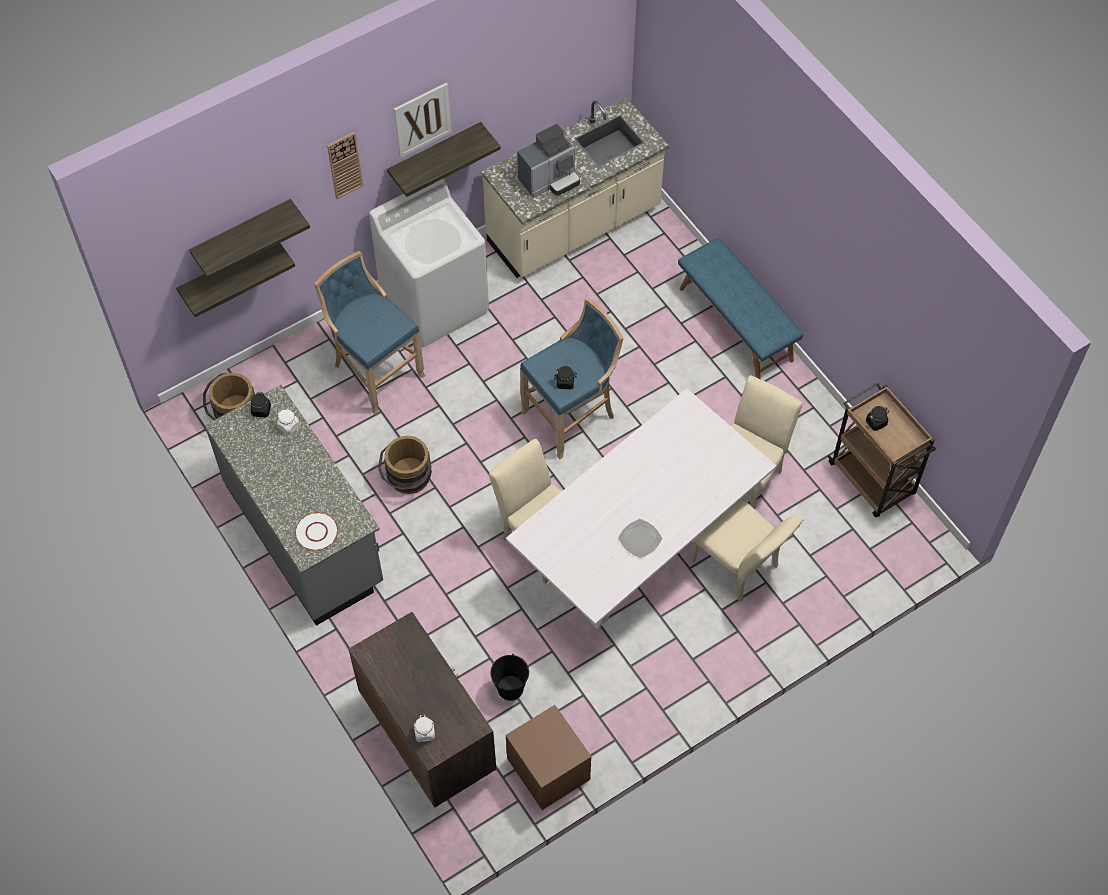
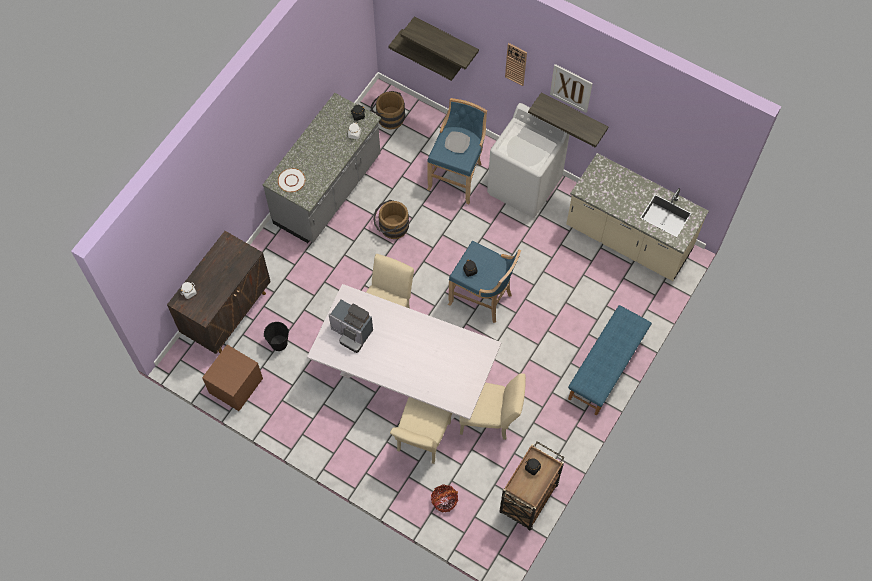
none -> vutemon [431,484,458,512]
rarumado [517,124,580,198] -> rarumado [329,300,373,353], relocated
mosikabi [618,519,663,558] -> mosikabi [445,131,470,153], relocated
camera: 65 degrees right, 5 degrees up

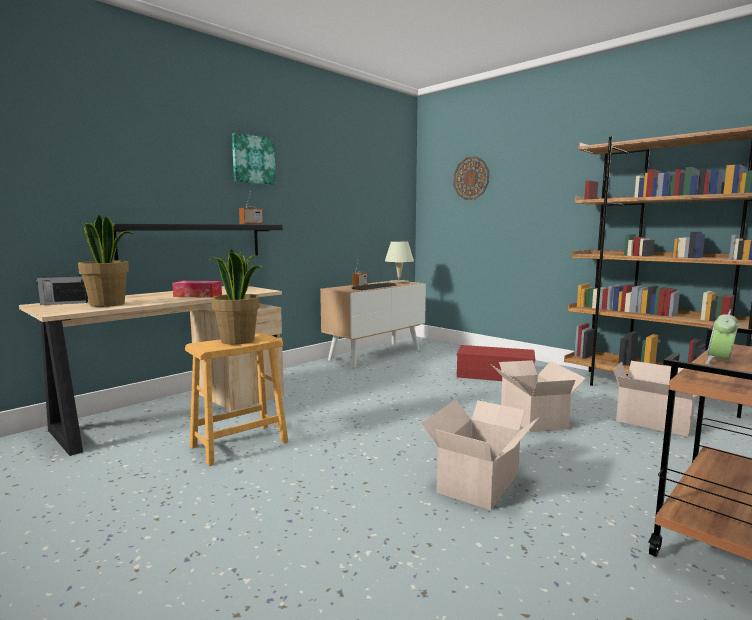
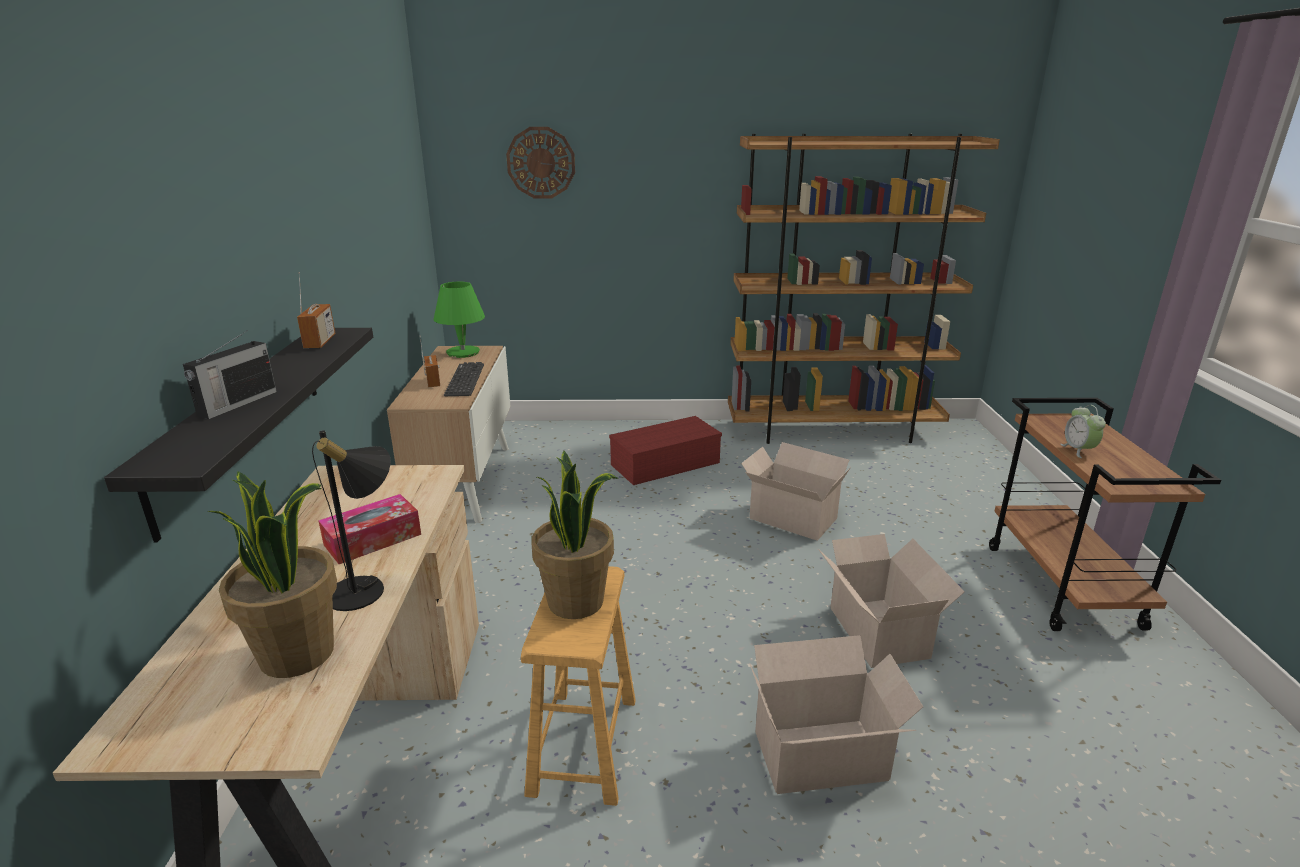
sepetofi [232,133,276,185] -> none
none -> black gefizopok [312,430,391,611]
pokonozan [36,268,88,305] -> pokonozan [183,330,277,419], relocated
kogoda [613,361,698,437] -> kogoda [749,635,923,794], relocated
beige gefizopok [385,241,414,284] -> green gefizopok [434,282,485,358]
camera: 45 degrees left, 15 degrees up

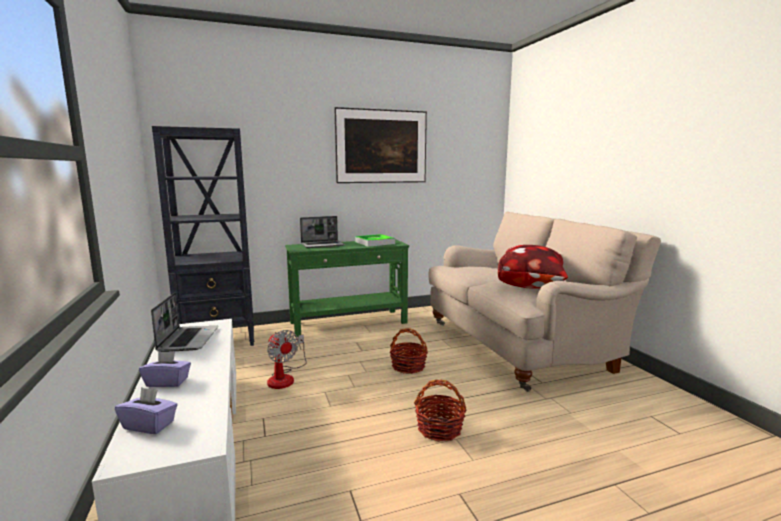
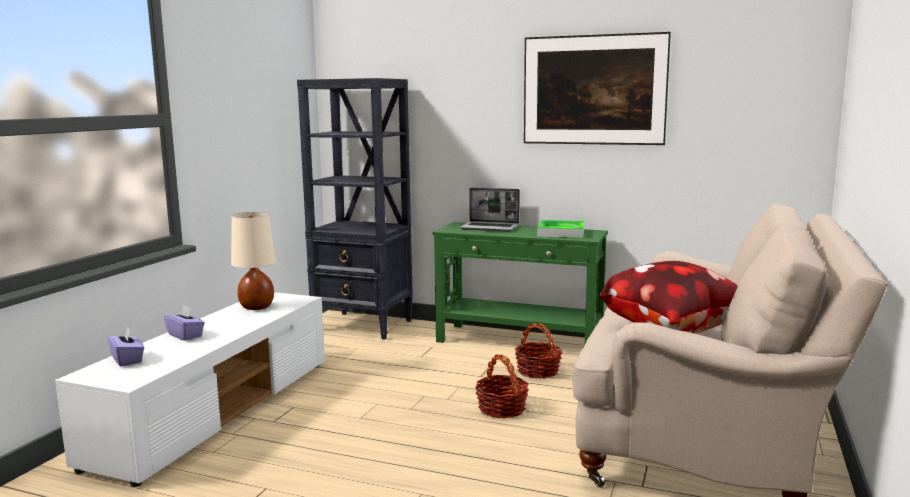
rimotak [267,330,307,389] -> none
vutemon [414,380,466,441] -> vutemon [515,323,562,379], relocated
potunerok [151,292,218,352] -> beige gefizopok [231,212,276,310]
camera: 40 degrees right, 0 degrees up

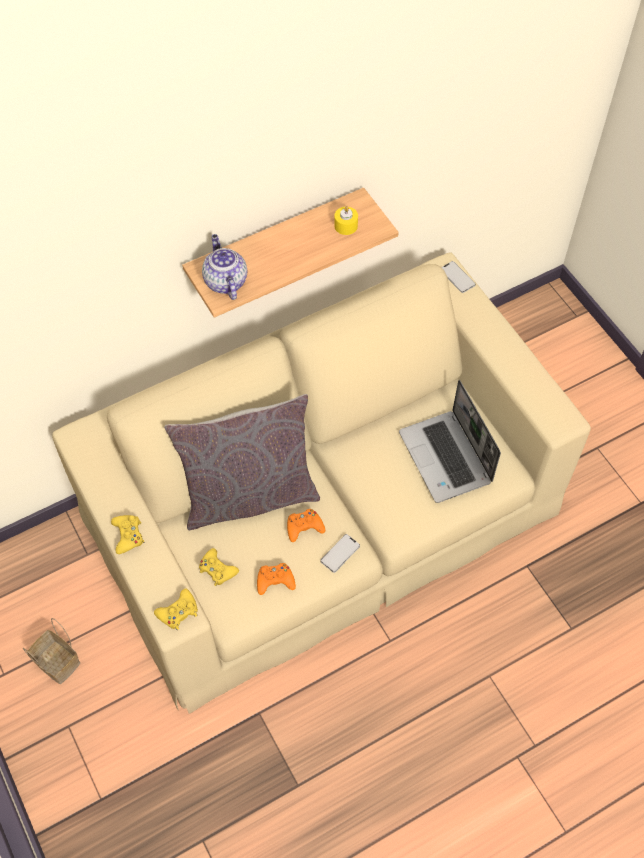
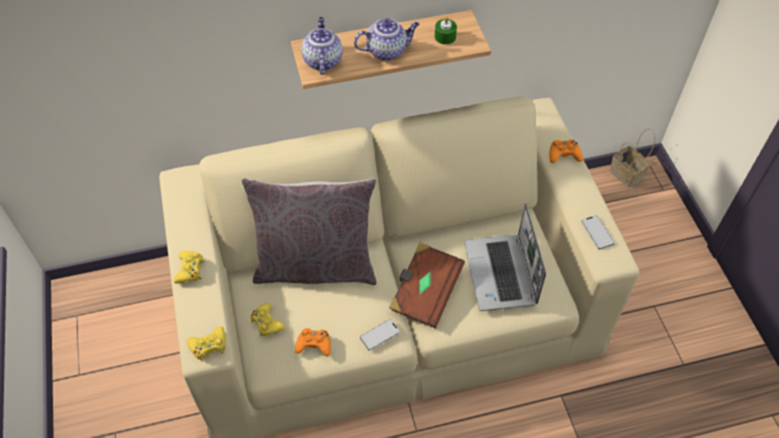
none -> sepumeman [354,18,419,61]
none -> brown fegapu [389,242,465,328]
vutemon [23,618,80,684] -> vutemon [610,129,655,188], relocated
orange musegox [287,509,325,542] -> orange musegox [549,140,583,163], relocated
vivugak [441,261,476,293] -> vivugak [581,215,615,250], relocated
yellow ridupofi [334,206,358,235] -> green ridupofi [435,17,457,45]
camera: 15 degrees right, 5 degrees down

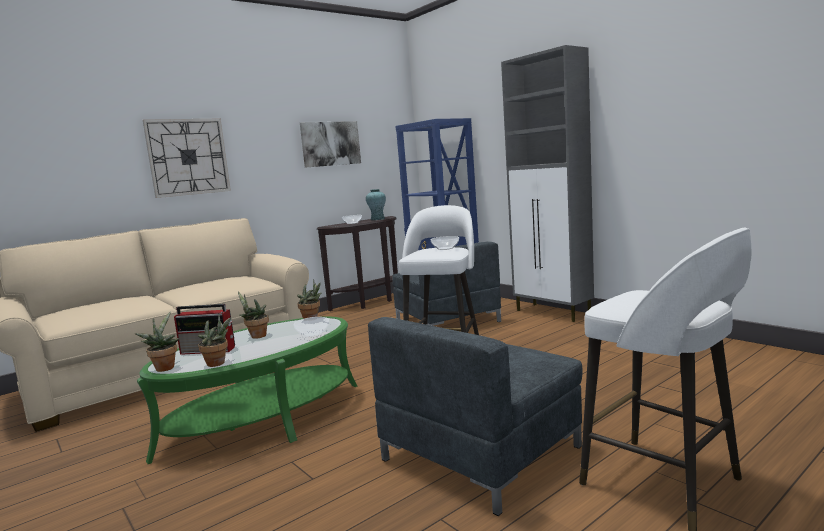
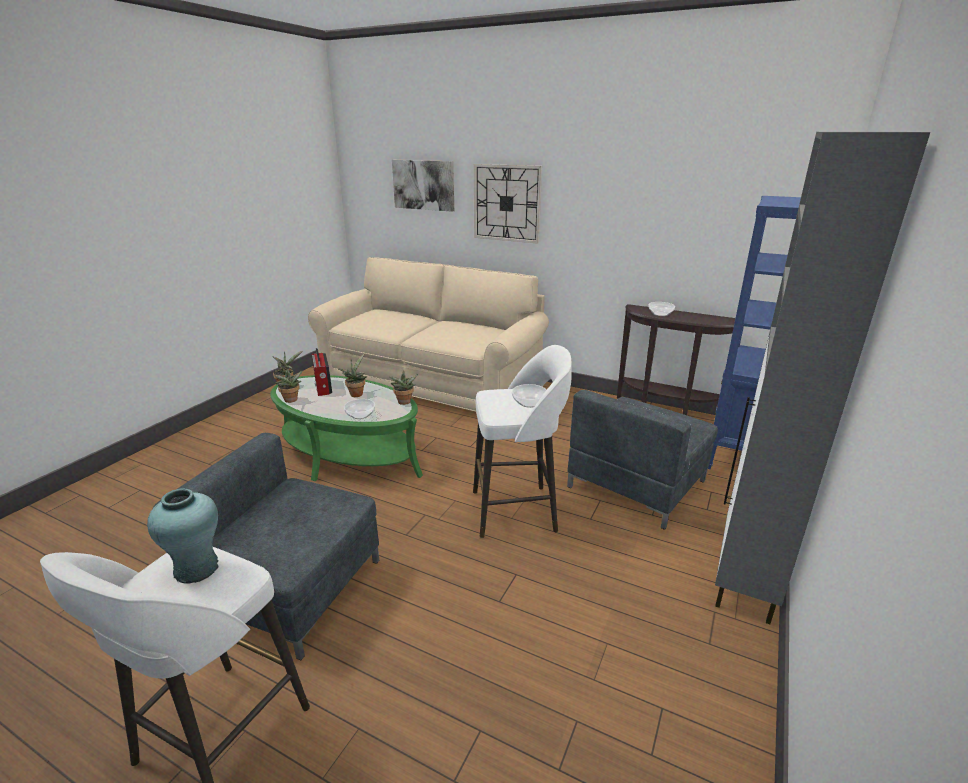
sepetofi [300,121,361,168] -> sepetofi [392,160,454,212], relocated
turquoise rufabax [366,189,386,220] -> turquoise rufabax [147,488,219,584], relocated
camera: 65 degrees right, 15 degrees up

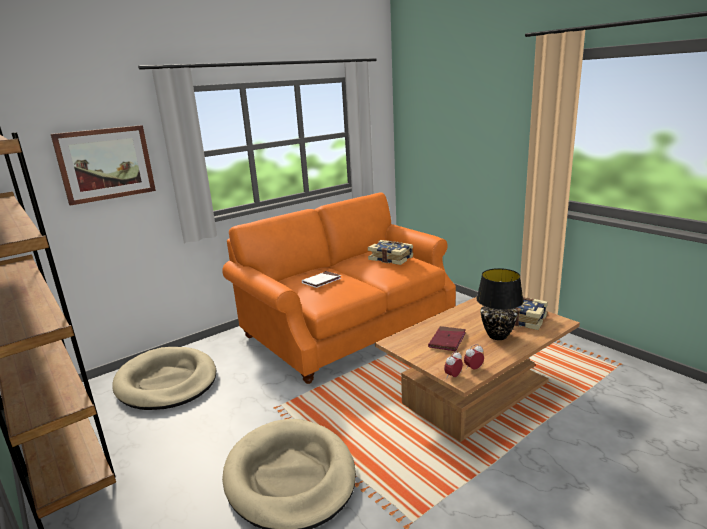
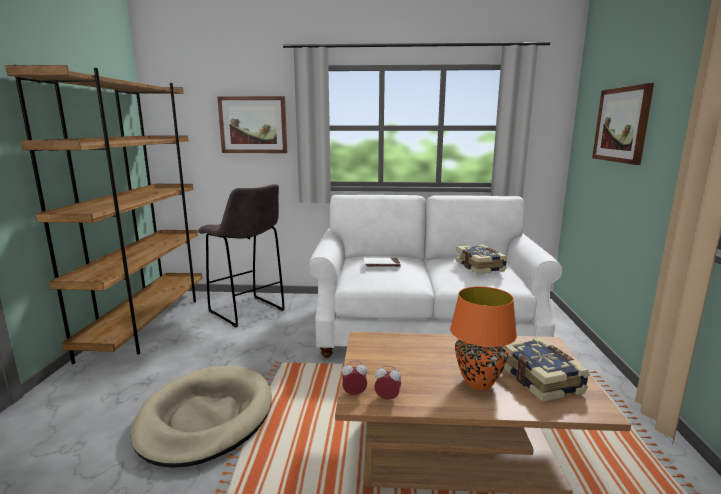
red fegapu [428,326,466,351] -> none
none -> sepetofi [592,83,654,165]
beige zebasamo [112,347,216,410] -> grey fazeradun [198,184,285,328]
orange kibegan [222,192,456,384] -> white kibegan [308,195,562,358]
black gefizopok [476,268,523,340] -> orange gefizopok [450,286,517,390]
camera: 40 degrees right, 5 degrees down

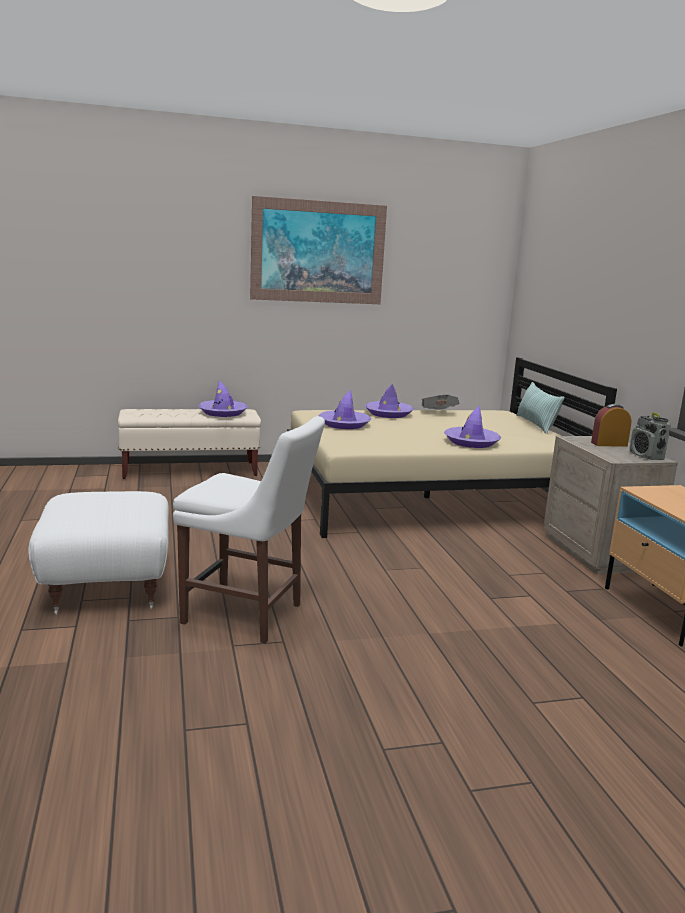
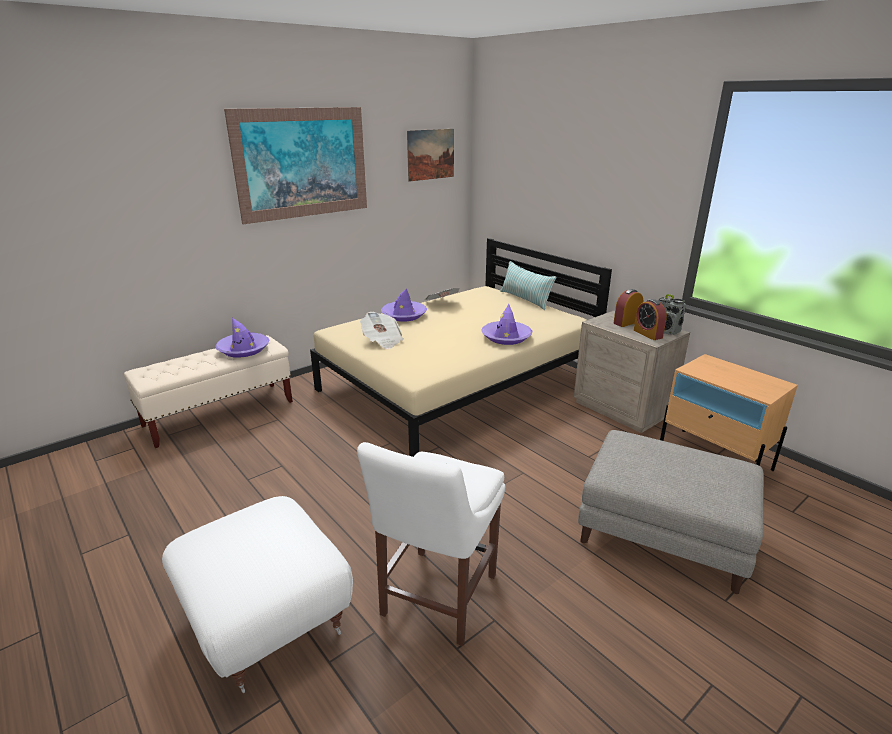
none -> sepetofi [407,129,454,182]
none -> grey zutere [578,430,764,594]
none -> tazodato [634,299,667,340]
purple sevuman [318,390,371,429] -> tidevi [360,312,404,349]
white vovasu [173,416,325,643] -> white vovasu [357,442,505,646], 120 degrees clockwise
camera: 25 degrees left, 10 degrees up

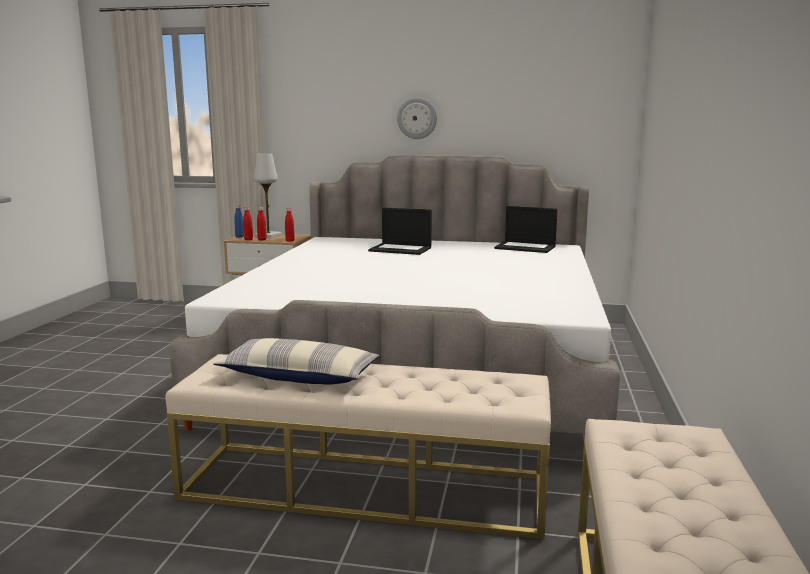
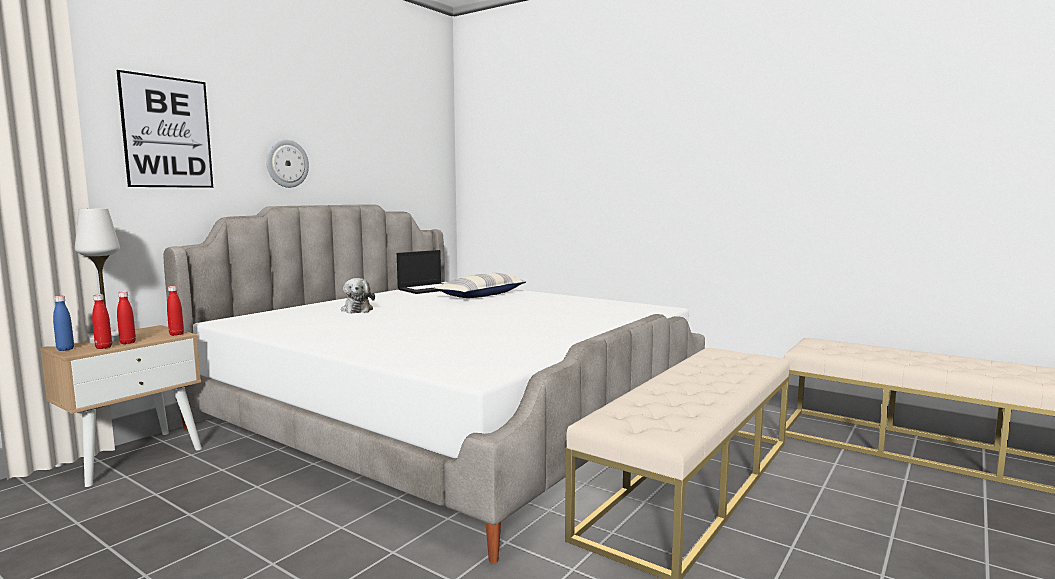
none -> sepetofi [117,70,213,188]
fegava [213,338,379,385] -> fegava [434,273,526,298], relocated
potunerok [368,208,432,255] -> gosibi [341,278,375,313]
camera: 65 degrees left, 5 degrees down

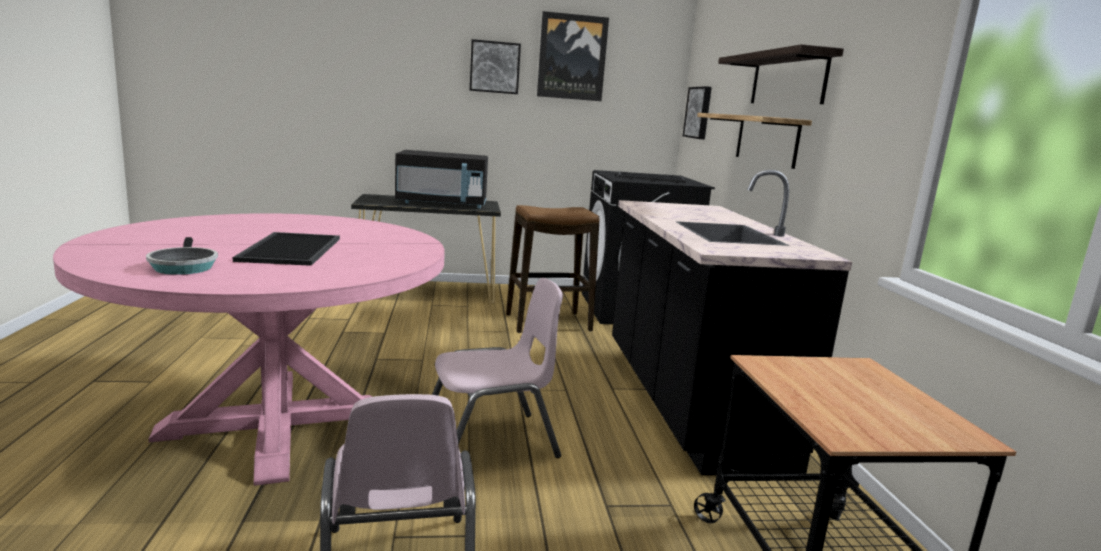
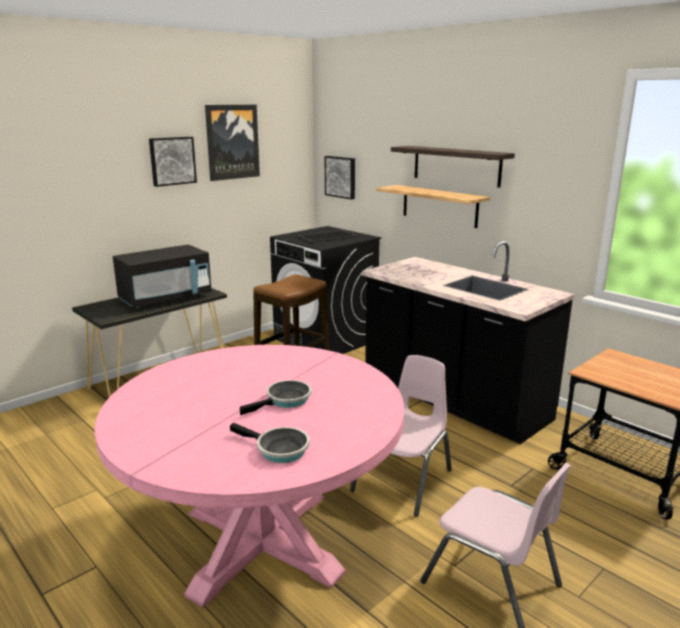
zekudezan [233,232,340,266] -> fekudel [240,380,312,415]
camera: 35 degrees left, 5 degrees up

